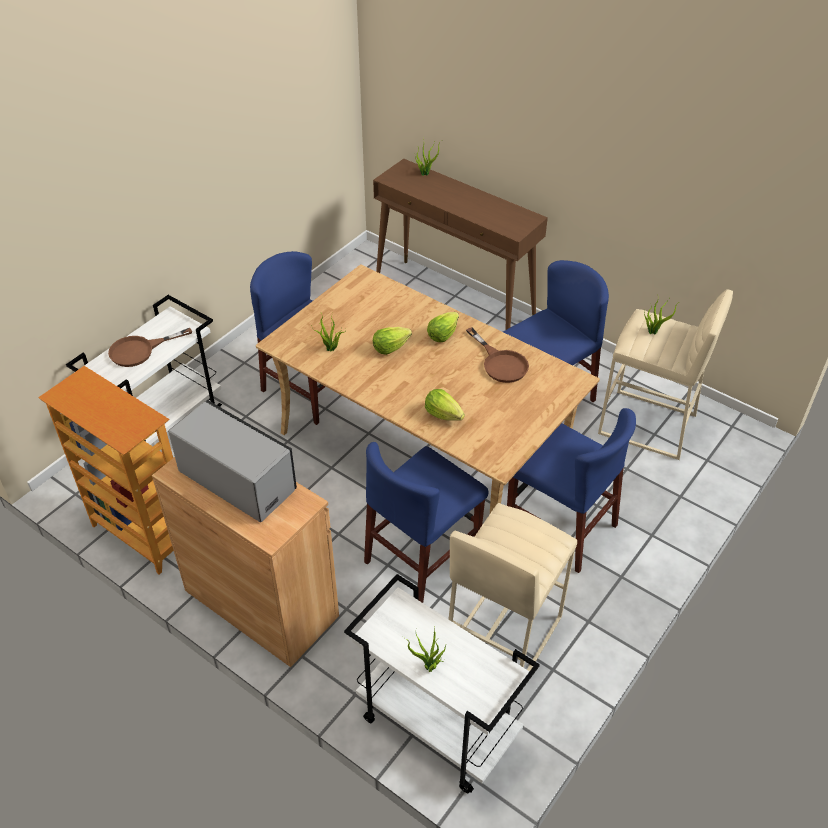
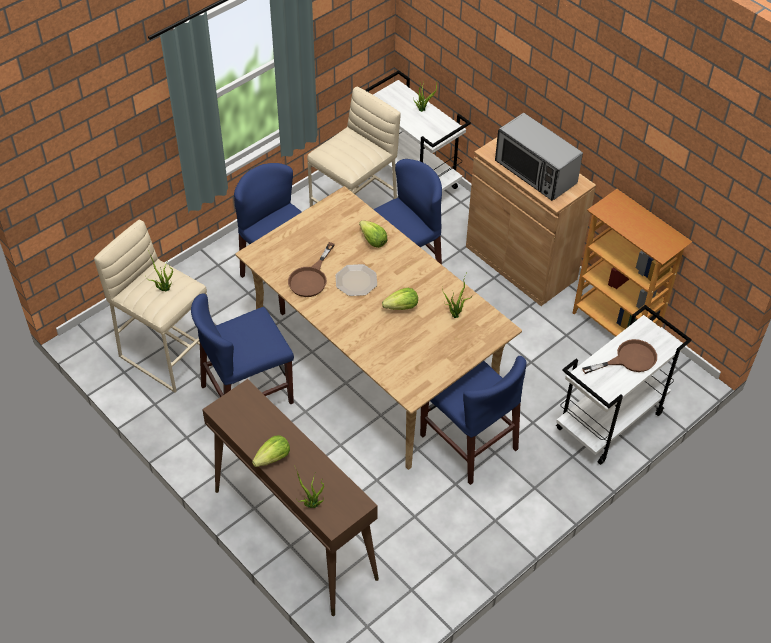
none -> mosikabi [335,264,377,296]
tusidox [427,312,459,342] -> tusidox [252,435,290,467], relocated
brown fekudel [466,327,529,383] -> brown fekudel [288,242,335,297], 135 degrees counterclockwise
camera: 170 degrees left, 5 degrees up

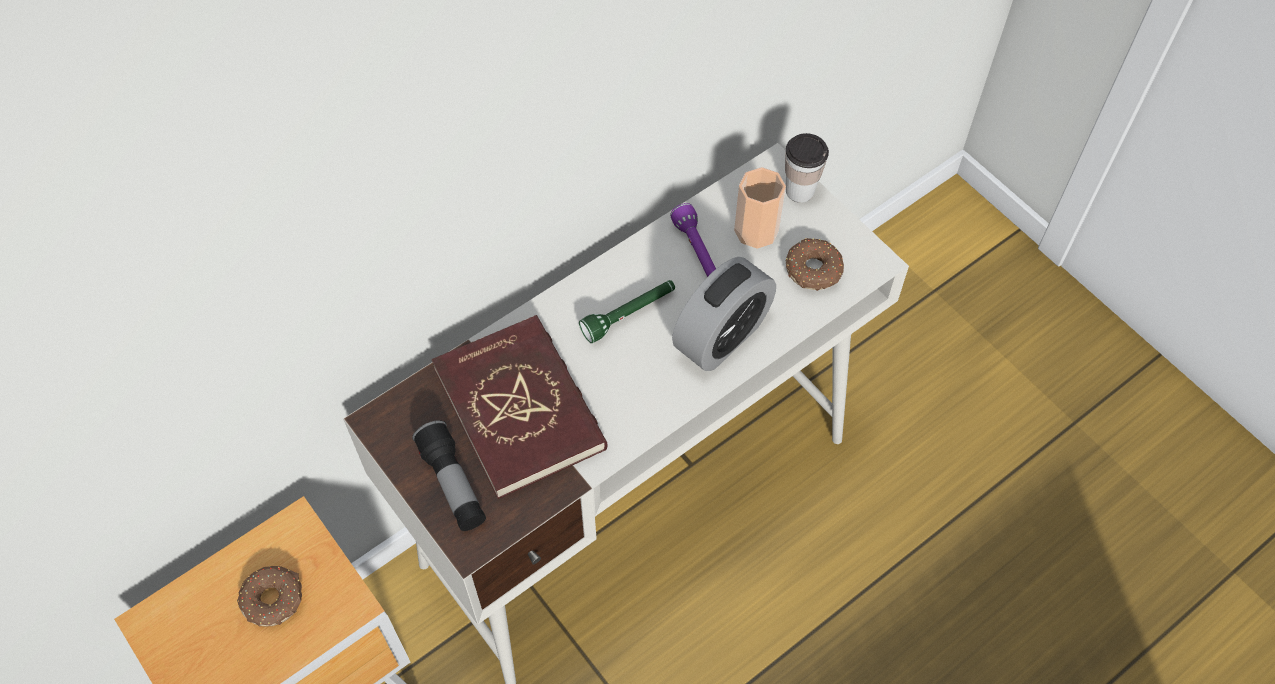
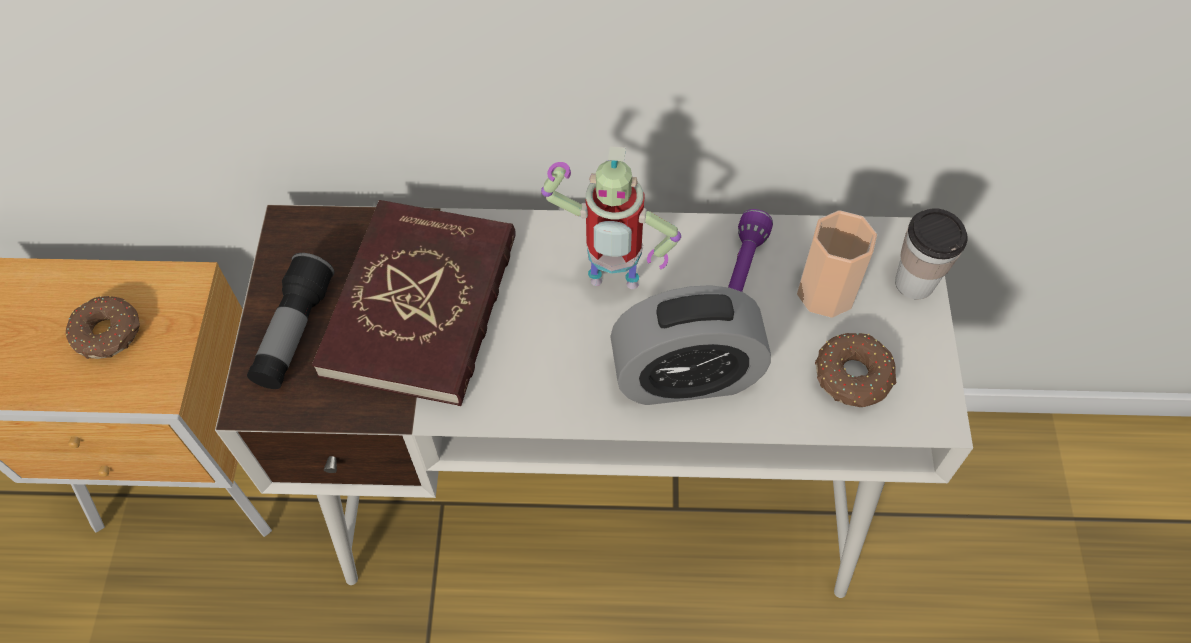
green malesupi [579,280,675,343] -> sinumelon [541,146,681,289]
camera: 40 degrees right, 0 degrees up

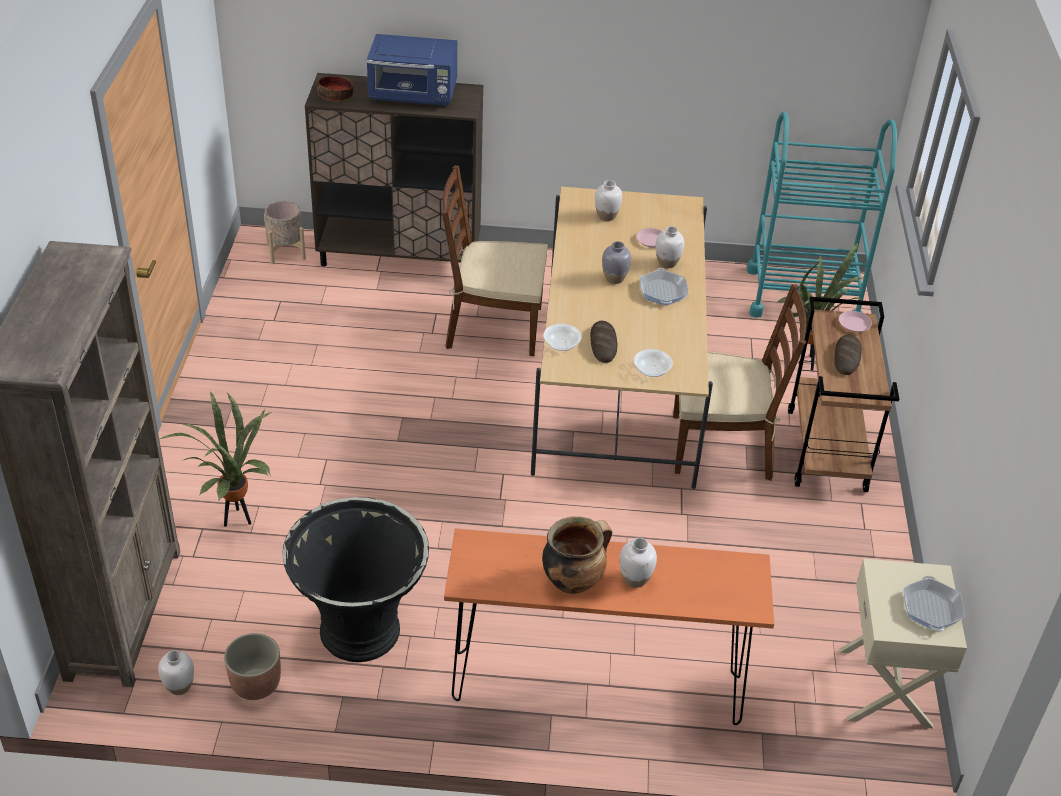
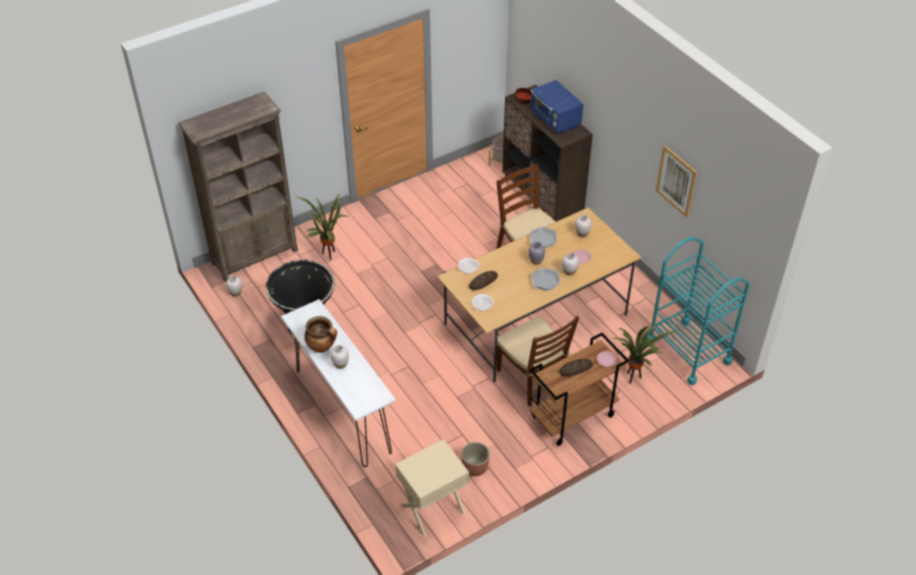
none -> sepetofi [656,145,697,218]
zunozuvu [224,633,281,700] -> zunozuvu [461,442,490,476], relocated
fekudel [904,576,964,631] -> fekudel [529,227,557,248], relocated
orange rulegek [444,529,774,725] -> white rulegek [281,299,396,467]
camera: 55 degrees right, 5 degrees up

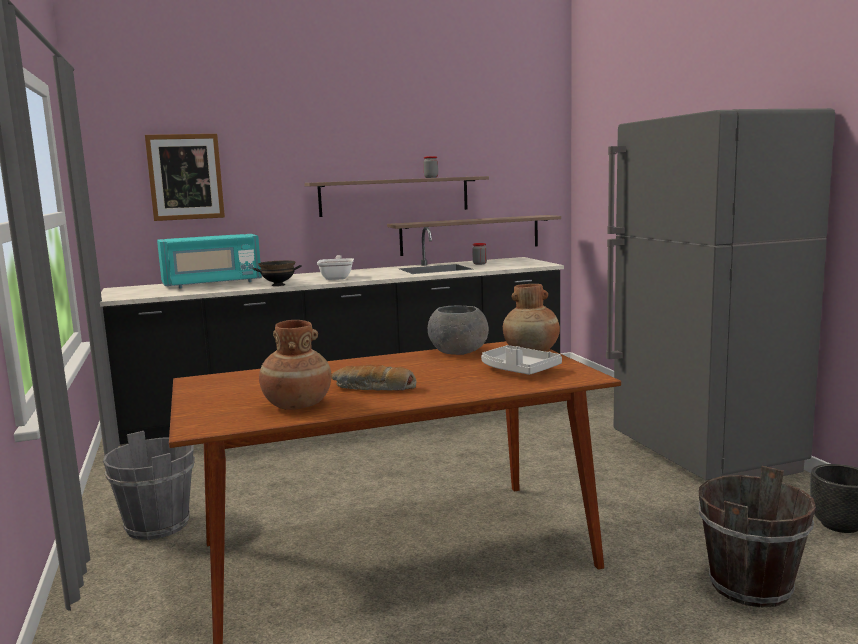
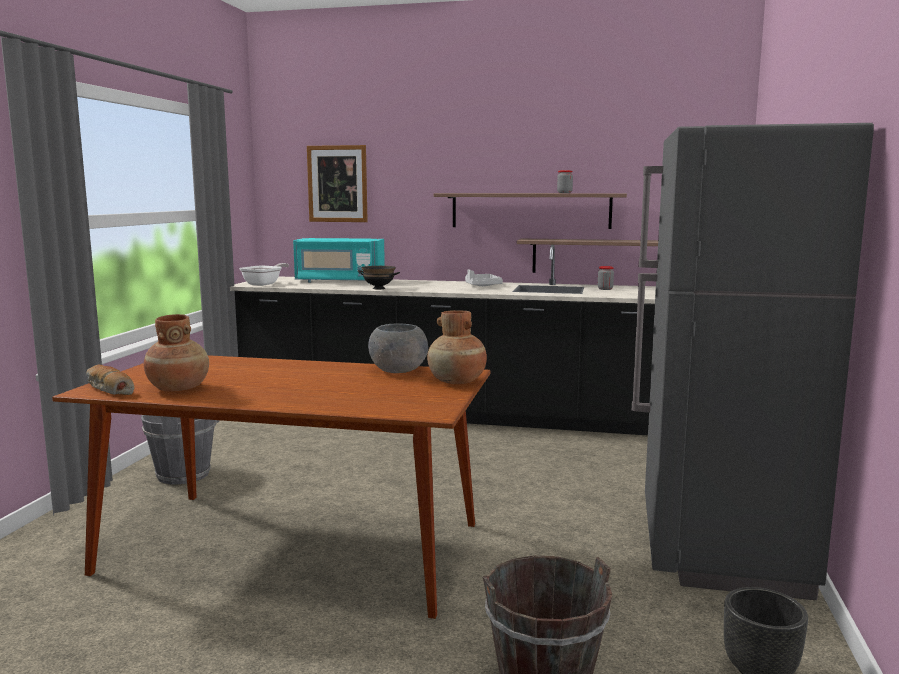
fekudel [317,255,354,280] -> fekudel [239,263,289,286], relocated
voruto [332,365,416,391] -> voruto [86,365,134,395], relocated
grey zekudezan [481,345,562,375] -> grey zekudezan [465,270,503,286], relocated
camera: 30 degrees right, 0 degrees up

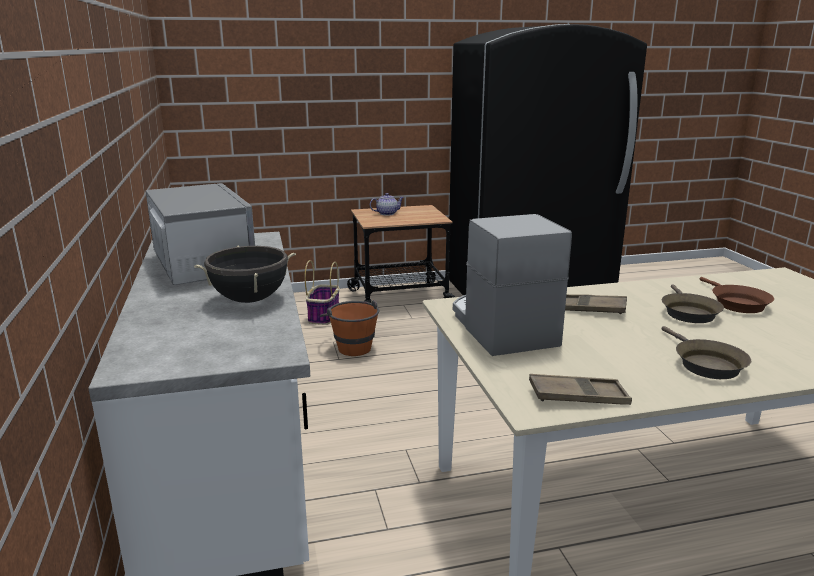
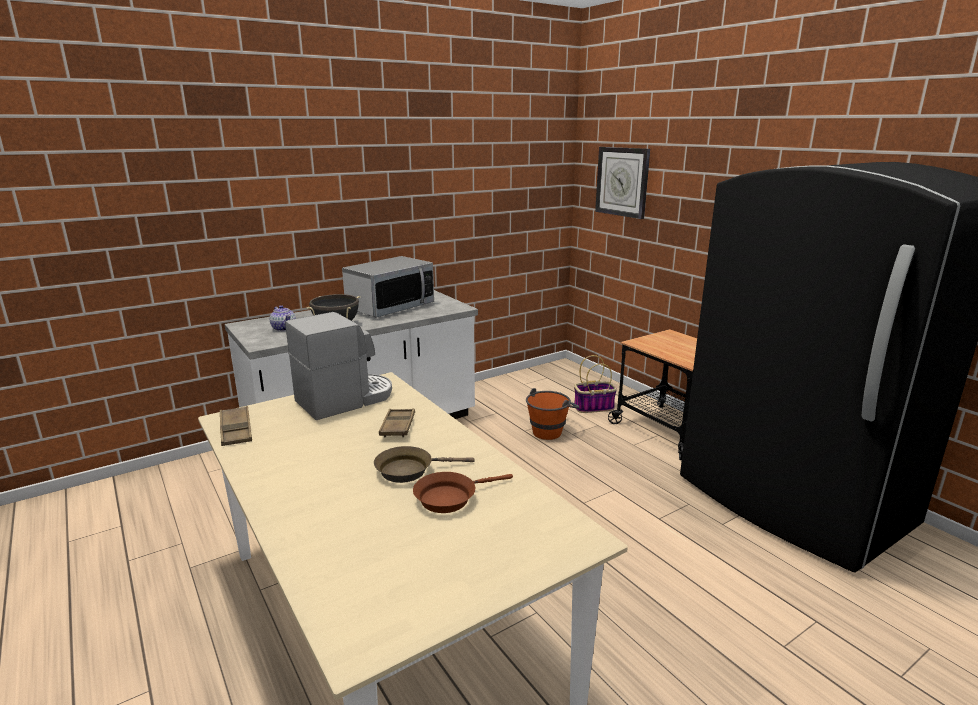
brown fekudel [662,326,751,379] -> none
none -> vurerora [595,147,650,219]
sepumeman [370,193,404,216] -> sepumeman [270,305,296,331], relocated
camera: 70 degrees right, 0 degrees up

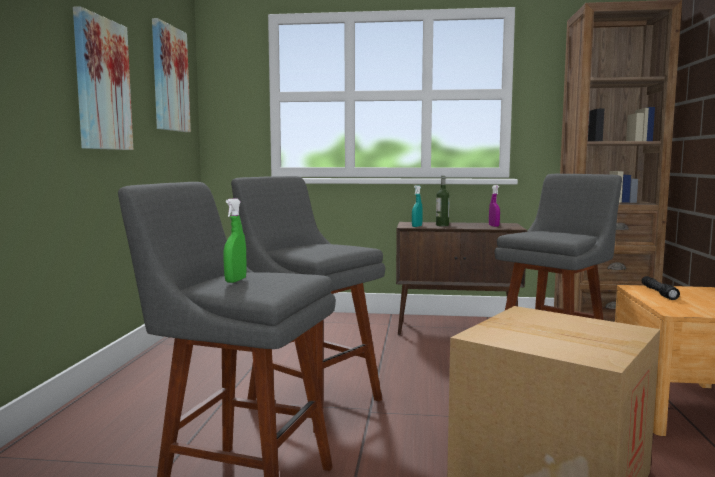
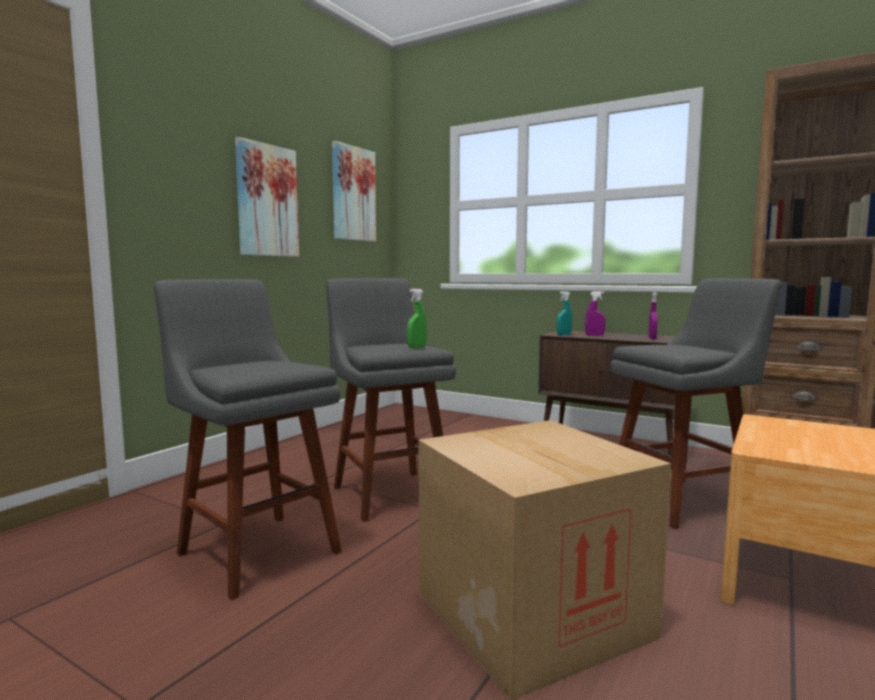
black malesupi [641,276,680,300] -> none
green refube [224,198,247,283] -> green refube [407,289,427,348], relocated
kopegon [436,176,450,226] -> purple refube [585,291,606,336]
camera: 25 degrees right, 0 degrees up

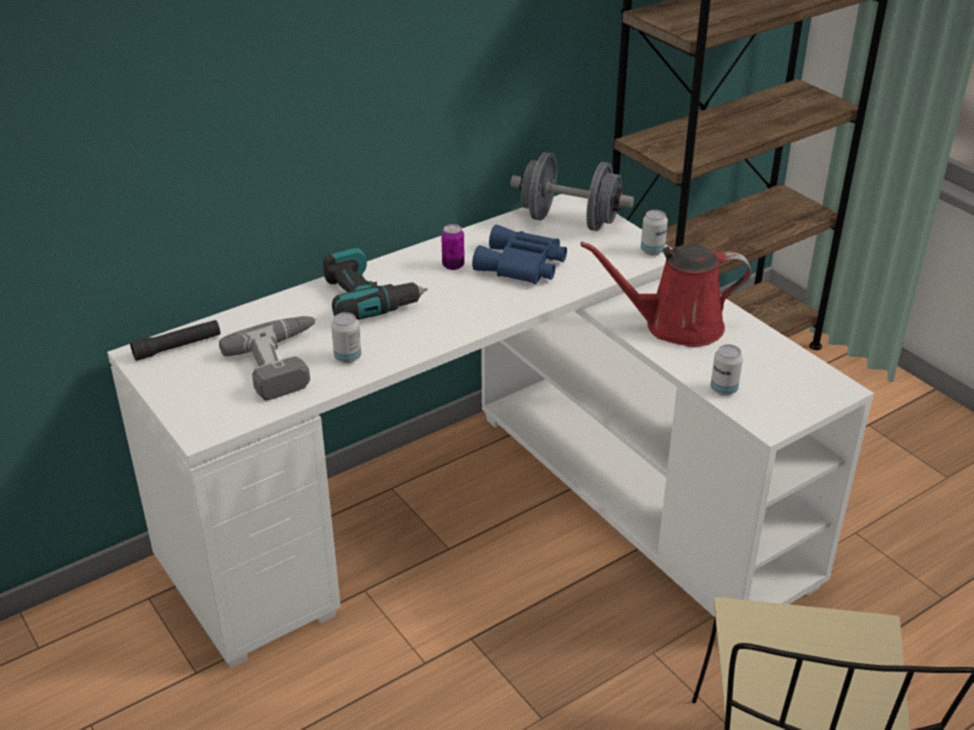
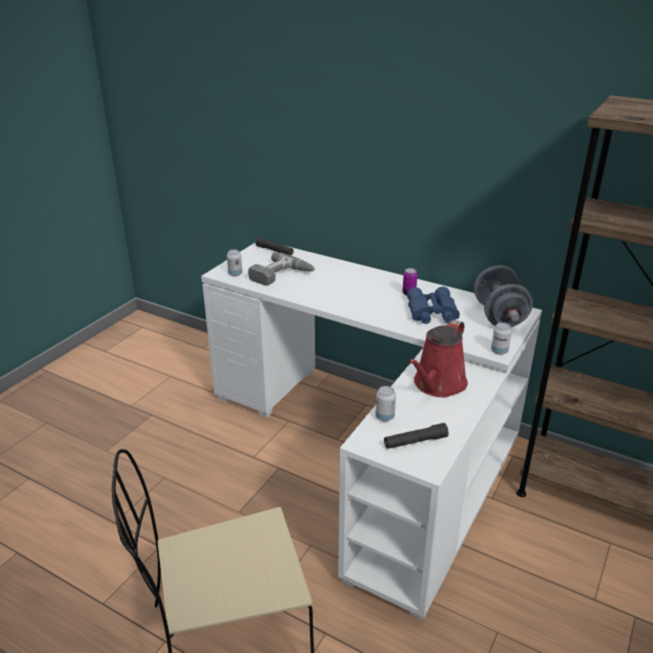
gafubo [323,248,428,320] -> none
none -> black malesupi [384,423,449,449]
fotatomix [331,312,361,363] -> fotatomix [227,249,242,277], relocated
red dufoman [581,242,751,347] -> red dufoman [408,320,468,397], 120 degrees counterclockwise
camera: 65 degrees right, 5 degrees down

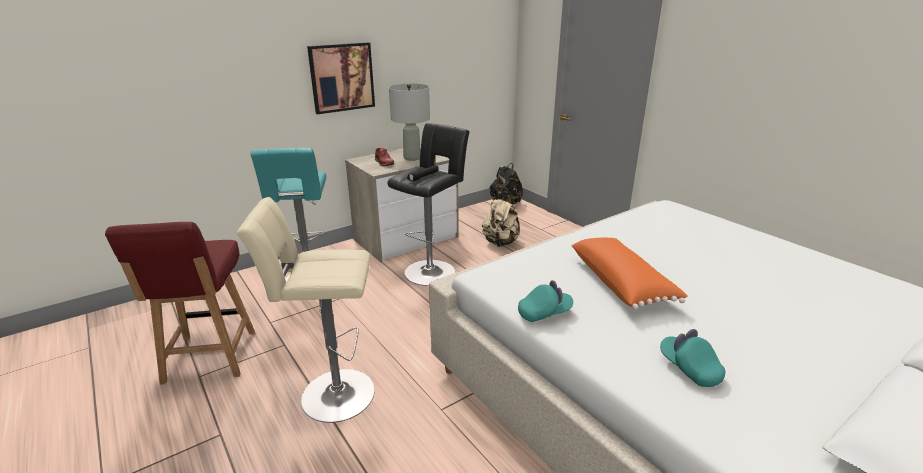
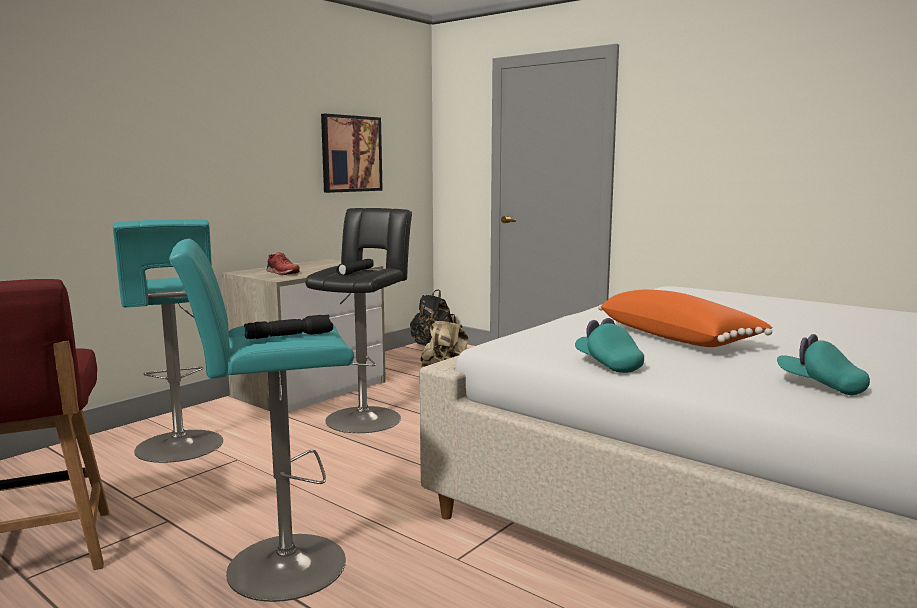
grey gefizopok [389,83,430,161] -> none
none -> black malesupi [244,315,333,339]
sepetofi [307,42,375,114] -> sepetofi [321,114,383,193], relocated
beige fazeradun [236,197,375,423] -> turquoise fazeradun [169,239,354,602]
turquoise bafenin [518,280,573,322] -> turquoise bafenin [575,318,644,373], 90 degrees counterclockwise
camera: 15 degrees left, 15 degrees down

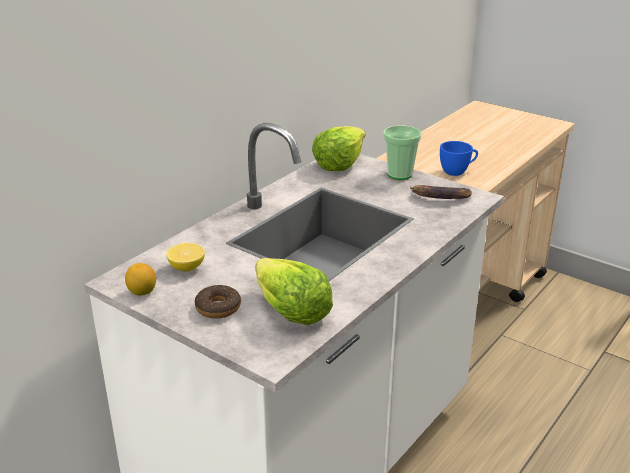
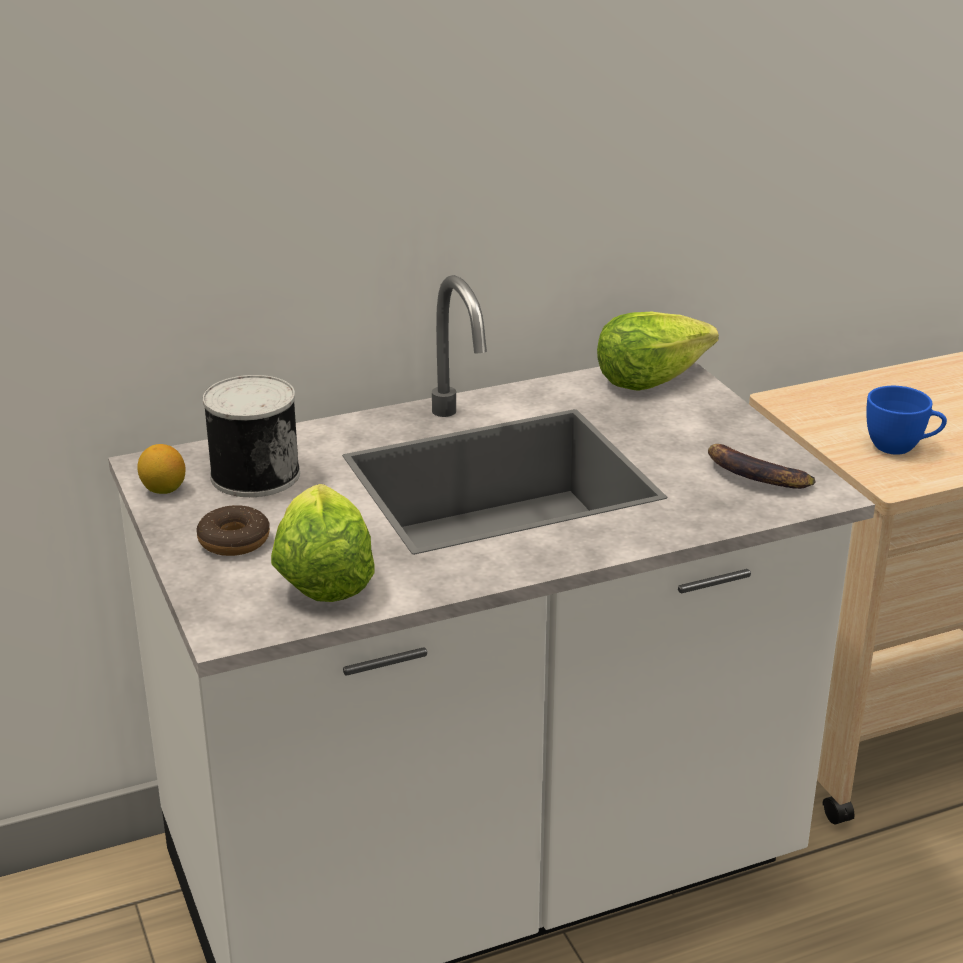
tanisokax [383,125,421,180] -> none
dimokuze [166,243,205,272] -> fotatomix [203,375,300,497]
camera: 30 degrees right, 0 degrees up

